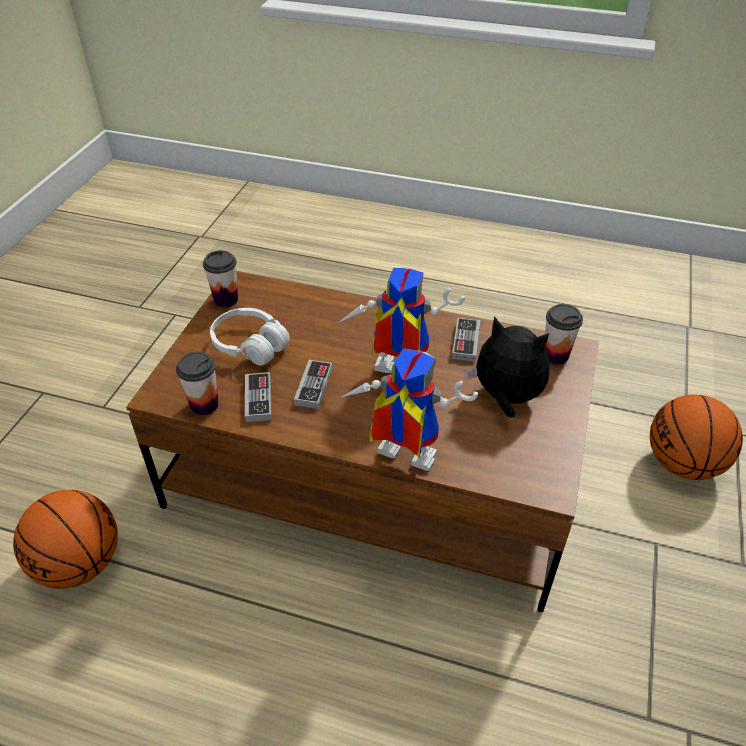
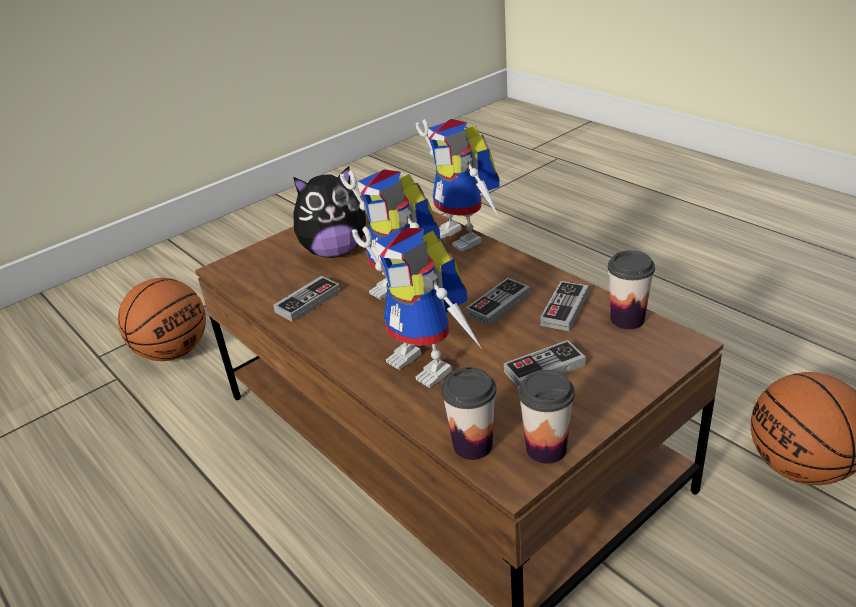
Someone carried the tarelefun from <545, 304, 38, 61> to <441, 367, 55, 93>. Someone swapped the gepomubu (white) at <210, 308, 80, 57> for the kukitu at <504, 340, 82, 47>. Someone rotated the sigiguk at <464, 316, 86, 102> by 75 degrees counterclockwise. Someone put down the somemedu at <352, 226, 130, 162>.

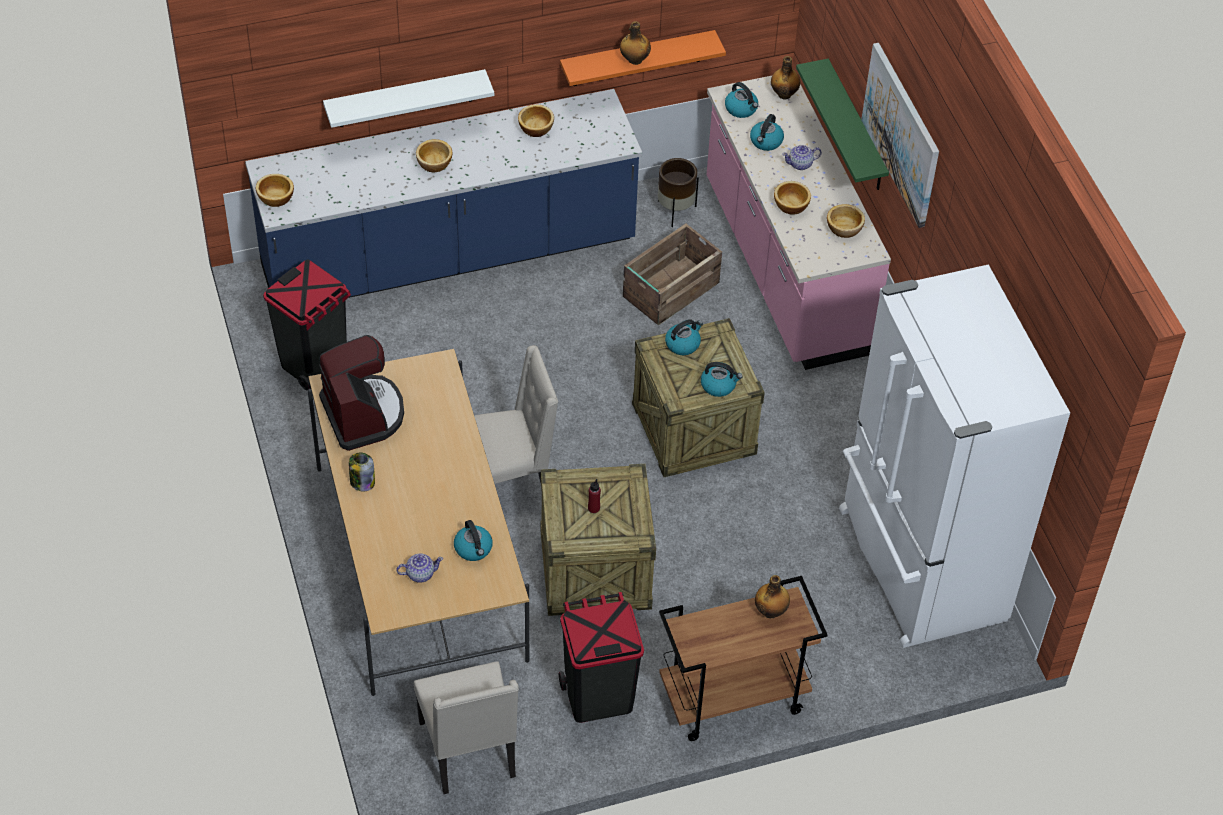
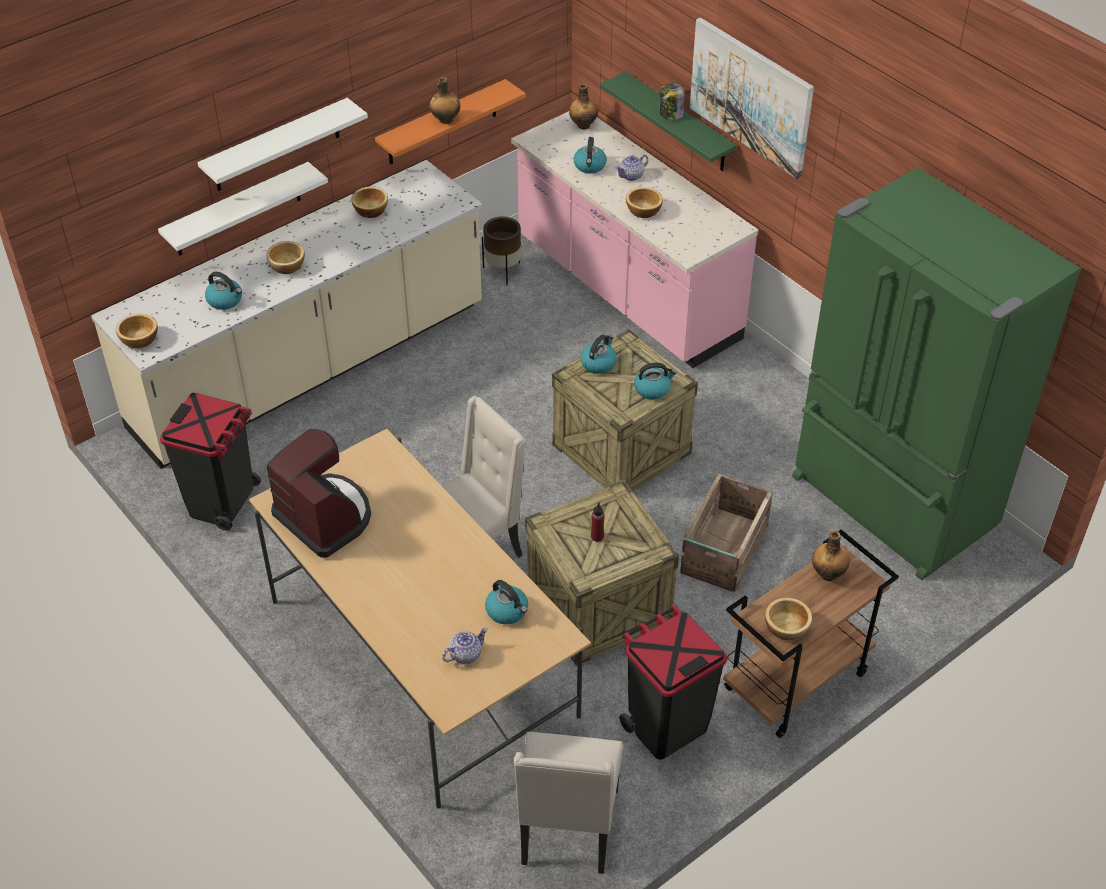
Someone carried the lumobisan from <725, 82, 33, 36> to <205, 272, 37, 38>. Someone repainted the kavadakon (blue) at <245, 89, 397, 209>, which became the kavadakon (beige) at <91, 160, 391, 309>. Someone carried the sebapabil from <827, 204, 38, 34> to <765, 597, 47, 43>. Someone carried the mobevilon from <623, 224, 99, 102> to <680, 473, 93, 119>. Someone repainted the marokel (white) at <839, 264, 231, 384>, which became the marokel (green) at <792, 168, 289, 412>. Someone carried the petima from <349, 453, 26, 39> to <660, 83, 24, 37>. Someone rotated the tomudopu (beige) at <414, 661, 105, 133> by 45 degrees clockwise. Someone put up the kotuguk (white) at <197, 98, 171, 93>.

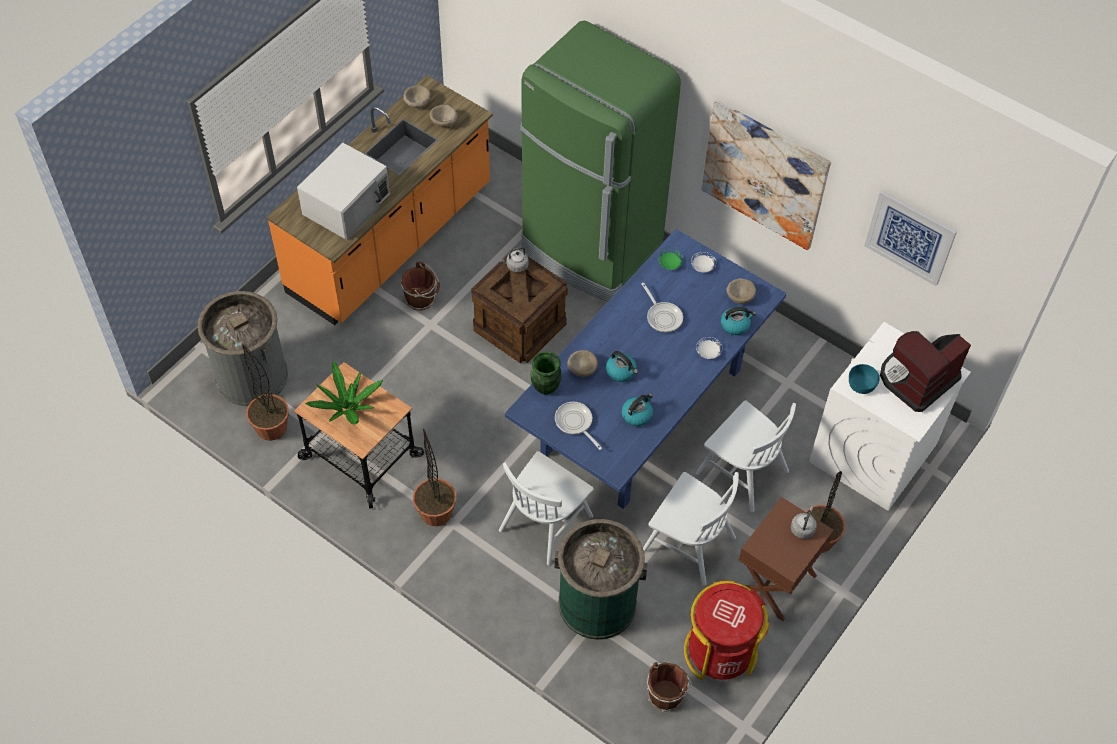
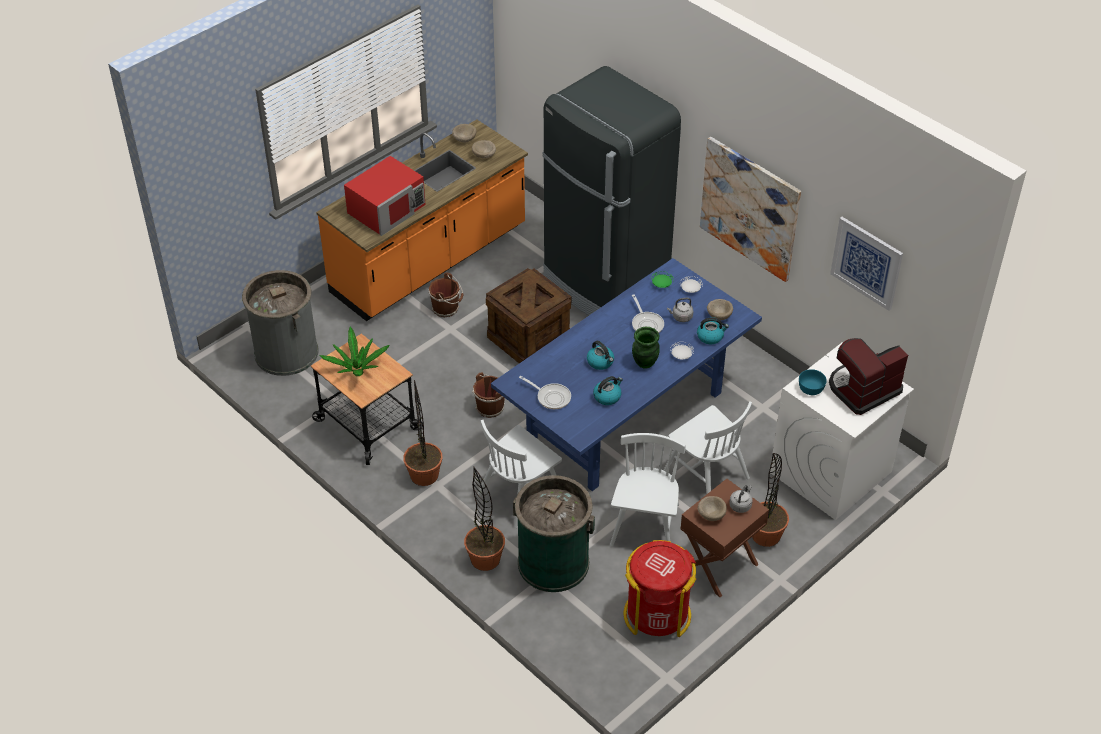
Someone repainted the marokel (green) at <520, 20, 161, 282>, which became the marokel (black) at <543, 66, 138, 249>. Someone repainted the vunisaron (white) at <297, 143, 93, 98>, which became the vunisaron (red) at <344, 156, 82, 80>. Someone carried the lumobisan (grey) from <500, 247, 29, 26> to <667, 298, 26, 24>. Someone carried the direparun from <242, 343, 47, 98> to <464, 467, 41, 104>. Someone carried the sebapabil (beige) from <567, 350, 31, 27> to <698, 496, 29, 25>. Someone carried the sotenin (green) from <531, 351, 31, 44> to <632, 327, 28, 42>. Someone rotated the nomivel at <555, 402, 47, 48> by 150 degrees clockwise. Someone rotated the tomudopu (white) at <643, 472, 96, 114> by 120 degrees counterclockwise. Someone carried the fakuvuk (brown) from <647, 661, 45, 51> to <472, 372, 33, 46>.

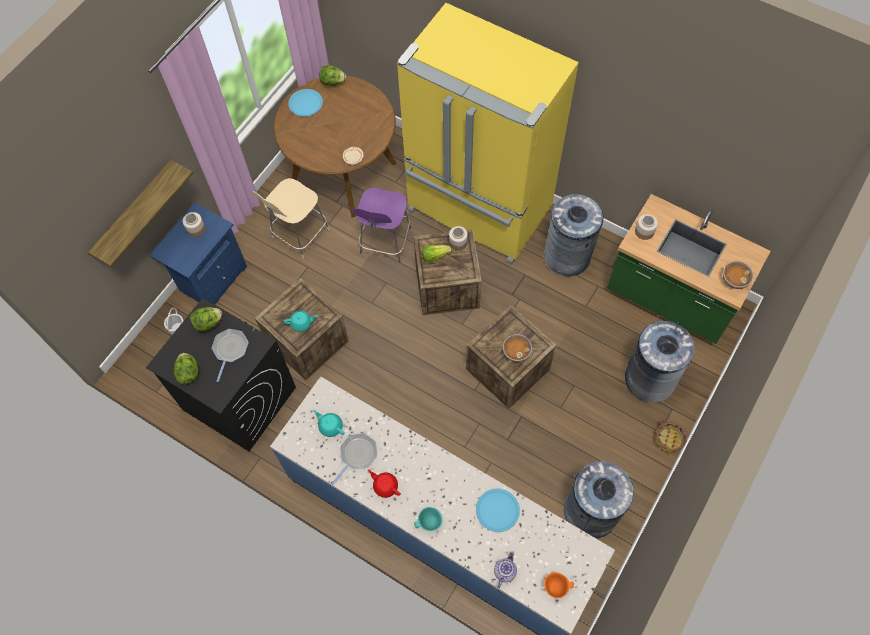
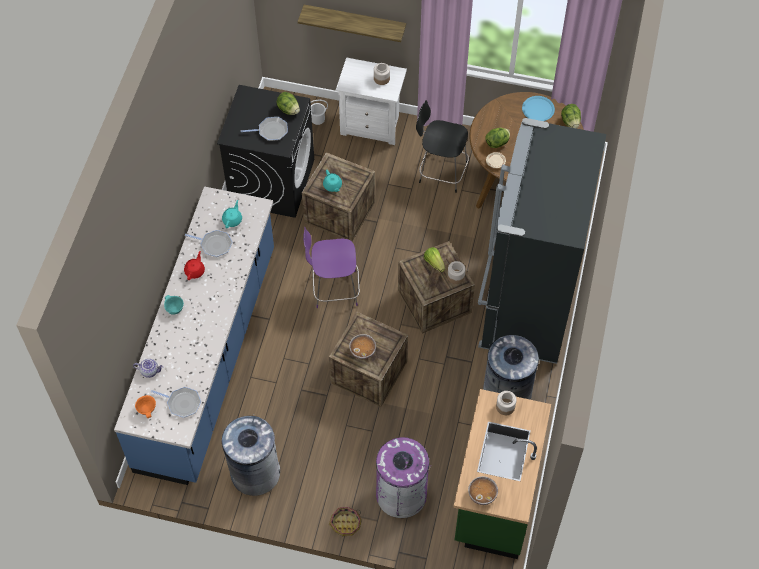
Someone repainted the marokel (yellow) at <397, 3, 182, 262>, which became the marokel (black) at <478, 118, 128, 246>. Someone repainted the tomudopu (beige) at <252, 178, 78, 80>, which became the tomudopu (black) at <416, 100, 53, 93>. Someone carried the tomudopu (purple) from <352, 188, 59, 75> to <303, 227, 57, 81>. Someone repainted the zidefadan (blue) at <150, 203, 97, 101>, which became the zidefadan (white) at <336, 57, 71, 88>. Someone repainted the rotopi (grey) at <625, 321, 70, 82>, which became the rotopi (purple) at <376, 437, 53, 81>. Someone carried the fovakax from <173, 353, 26, 31> to <485, 128, 25, 20>. Someone took away the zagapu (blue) at <476, 489, 44, 43>. Someone put down the nomivel at <151, 387, 50, 31>.

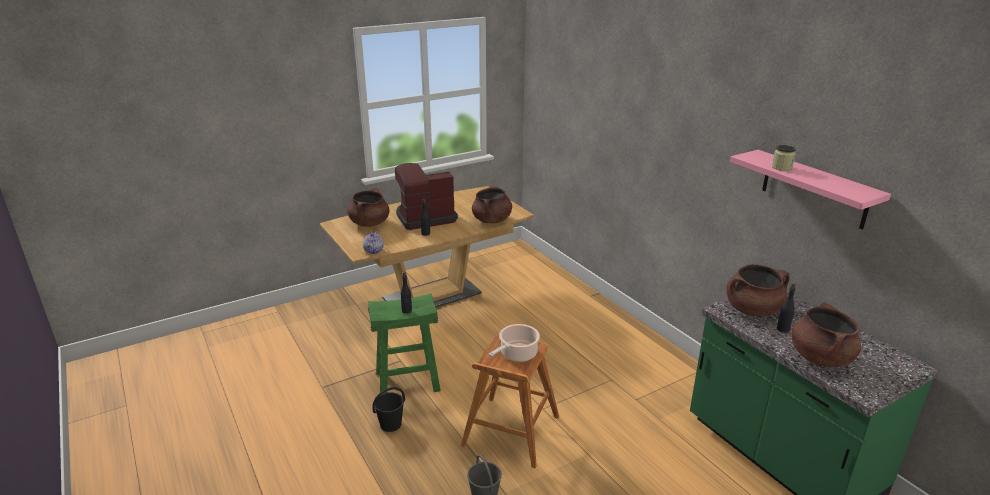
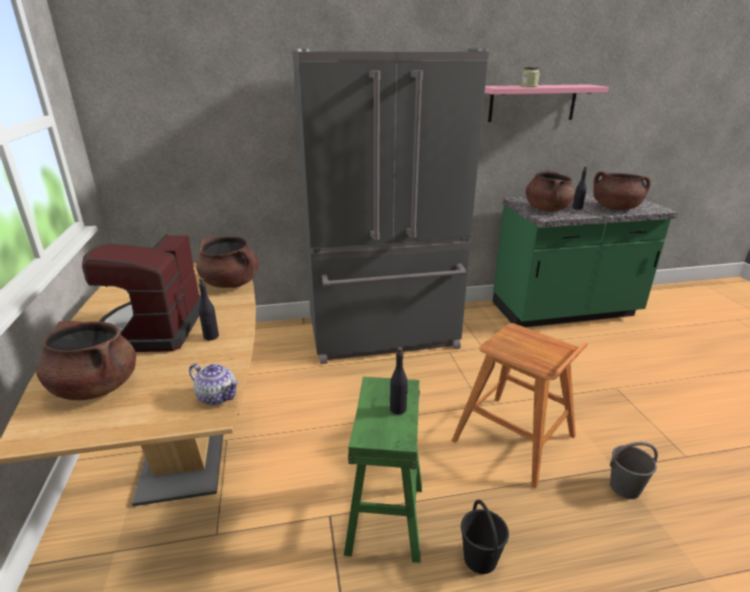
Someone took away the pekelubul at <488, 324, 52, 38>. Someone put down the marokel (grey) at <292, 48, 197, 316>.

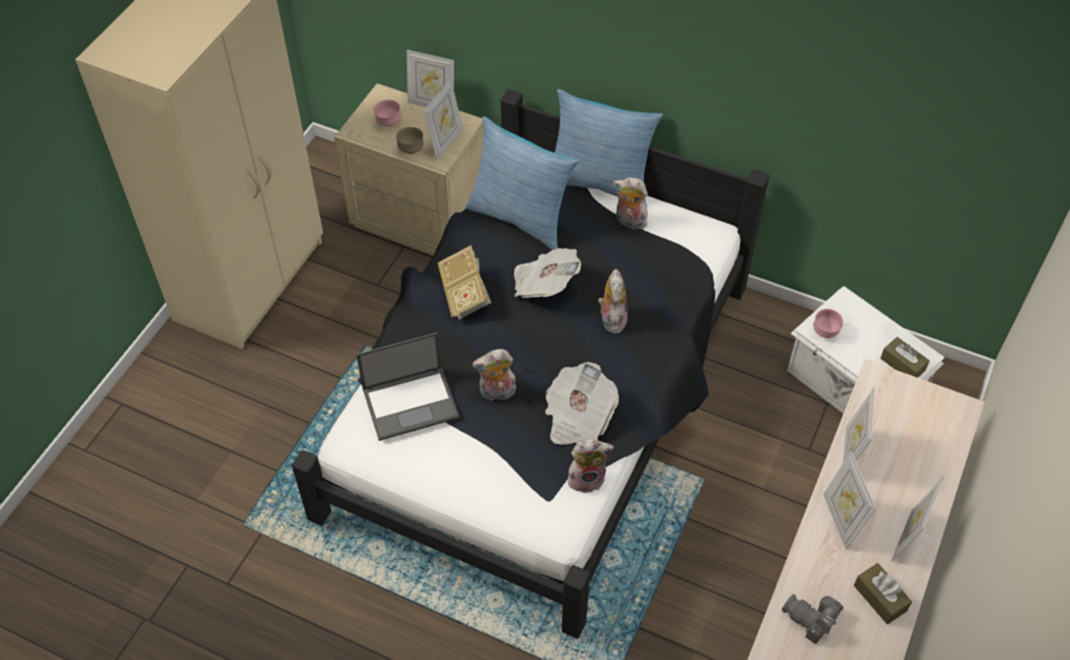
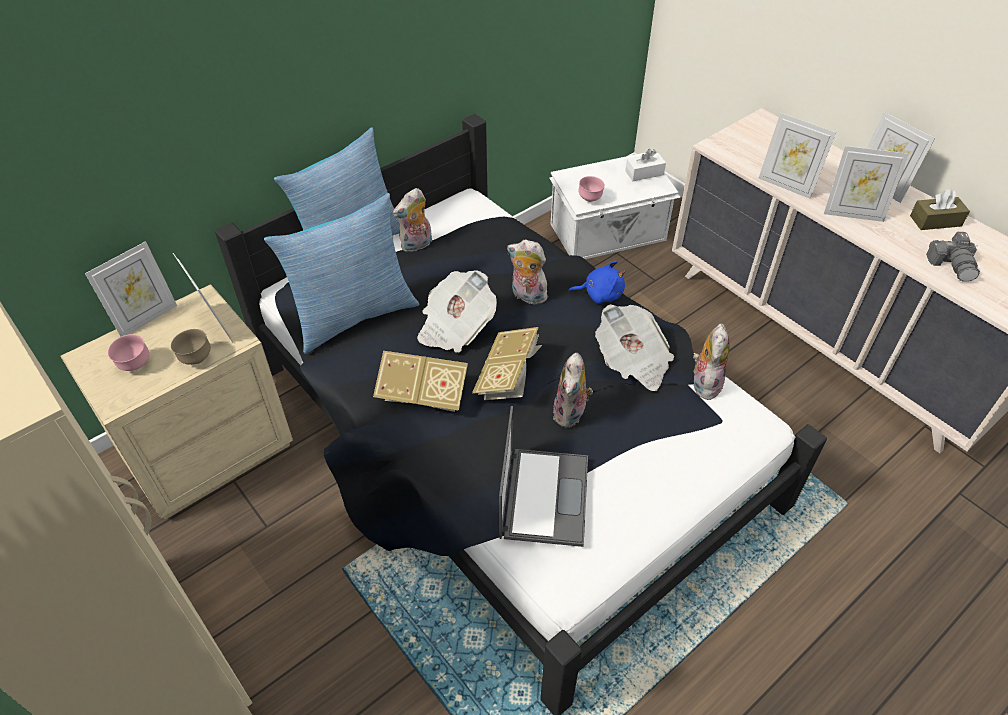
Someone repainted the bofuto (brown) at <880, 337, 50, 41>, which became the bofuto (white) at <625, 149, 41, 32>. Someone rotated the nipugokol at <782, 594, 61, 50> by 60 degrees counterclockwise. Someone put down the sigiguk (blue) at <568, 261, 58, 43>. Someone put down the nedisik at <472, 327, 70, 73>.

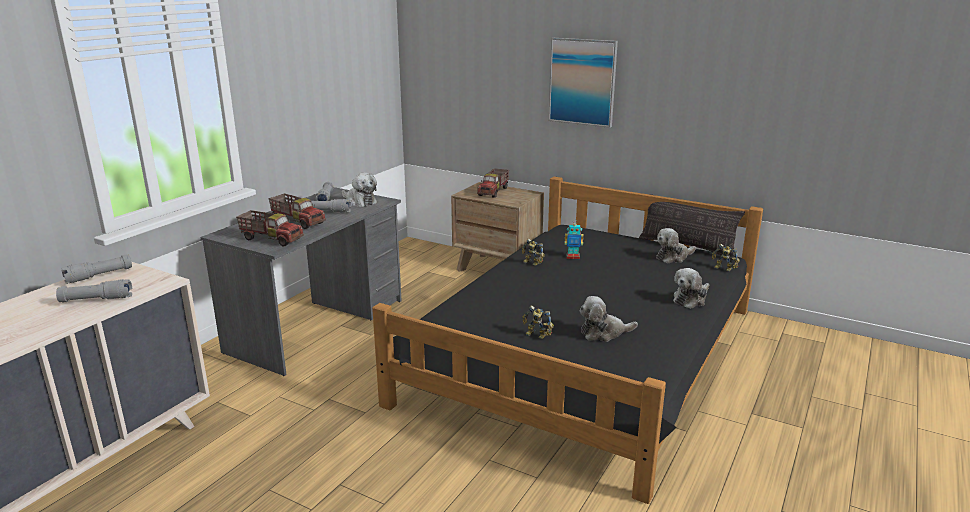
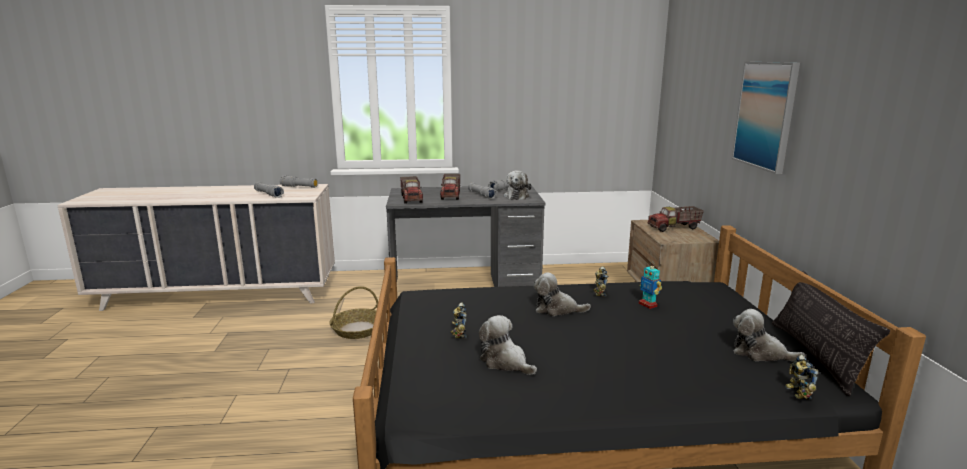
Someone carried the sigiguk from <673, 268, 36, 41> to <533, 272, 58, 44>. Someone put down the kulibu at <329, 286, 49, 53>.

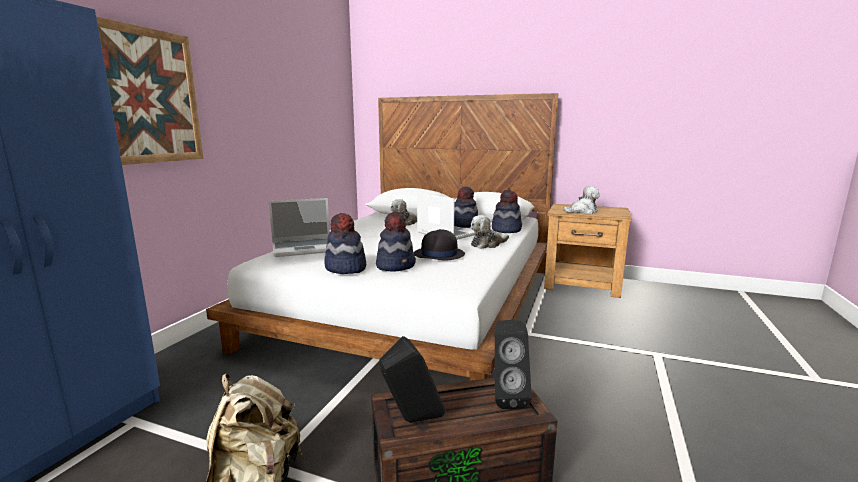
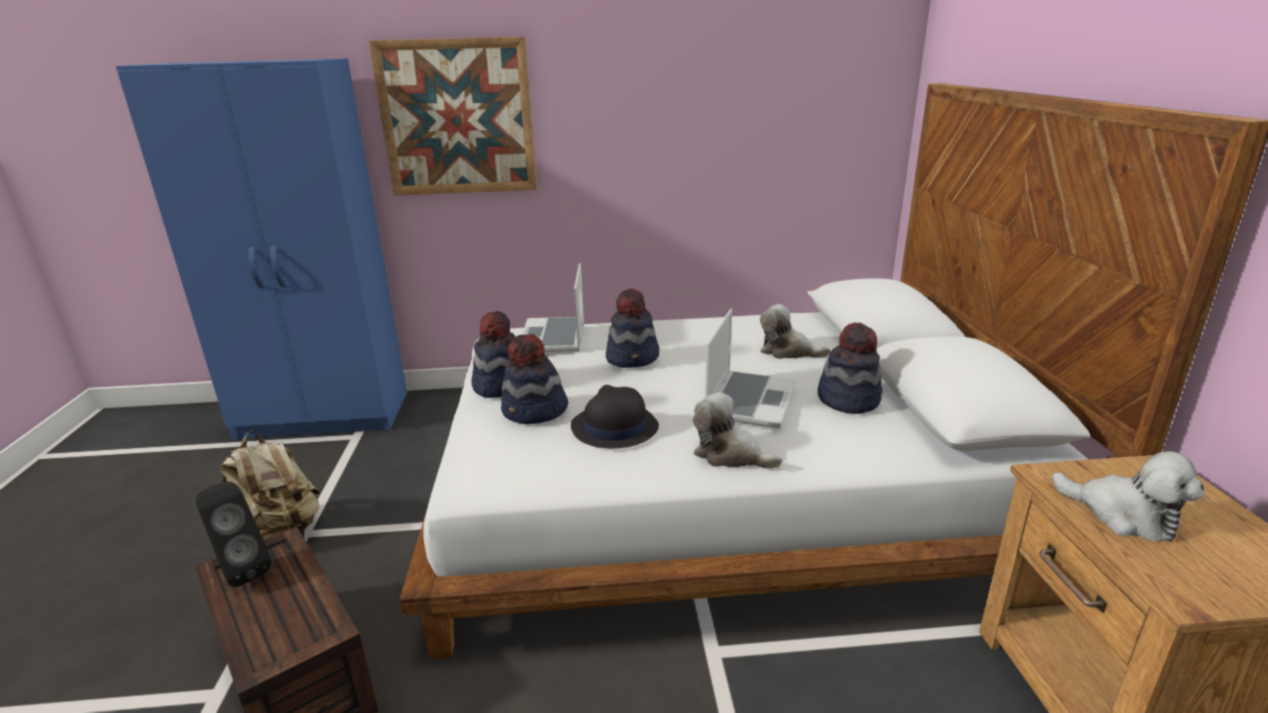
Someone carried the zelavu from <492, 189, 30, 44> to <606, 288, 53, 80>. Someone rotated the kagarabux at <269, 198, 61, 59> by 45 degrees clockwise. Someone took away the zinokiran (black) at <495, 320, 37, 89>.

